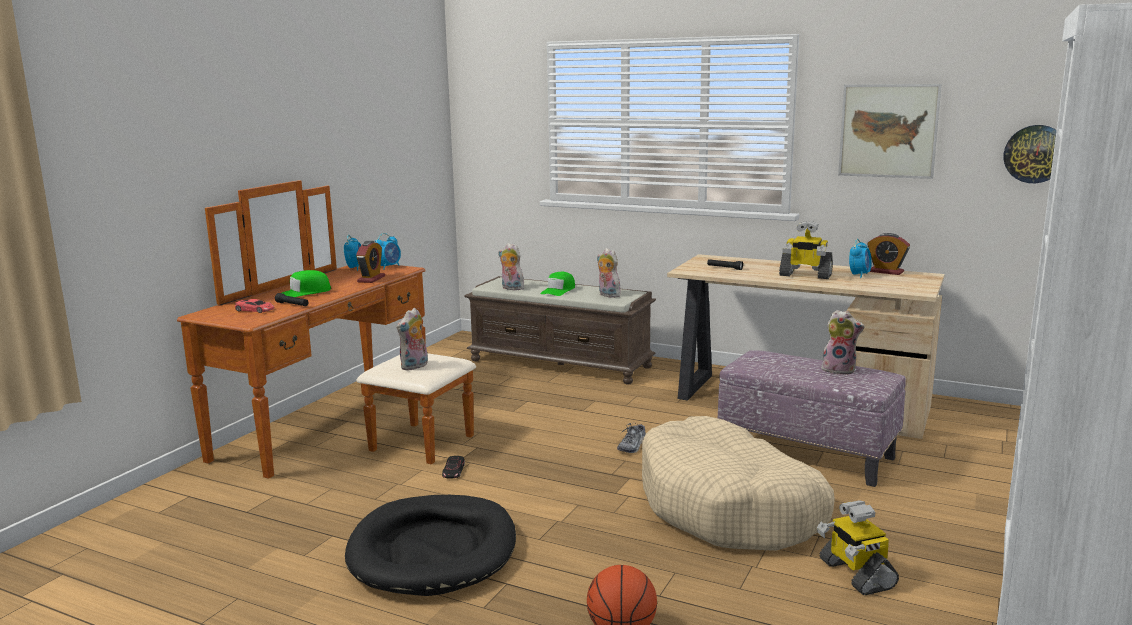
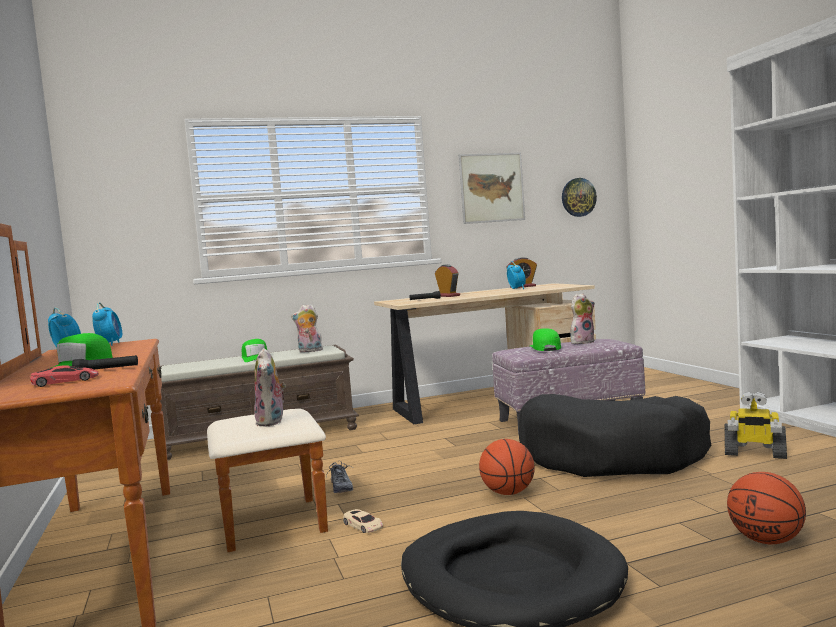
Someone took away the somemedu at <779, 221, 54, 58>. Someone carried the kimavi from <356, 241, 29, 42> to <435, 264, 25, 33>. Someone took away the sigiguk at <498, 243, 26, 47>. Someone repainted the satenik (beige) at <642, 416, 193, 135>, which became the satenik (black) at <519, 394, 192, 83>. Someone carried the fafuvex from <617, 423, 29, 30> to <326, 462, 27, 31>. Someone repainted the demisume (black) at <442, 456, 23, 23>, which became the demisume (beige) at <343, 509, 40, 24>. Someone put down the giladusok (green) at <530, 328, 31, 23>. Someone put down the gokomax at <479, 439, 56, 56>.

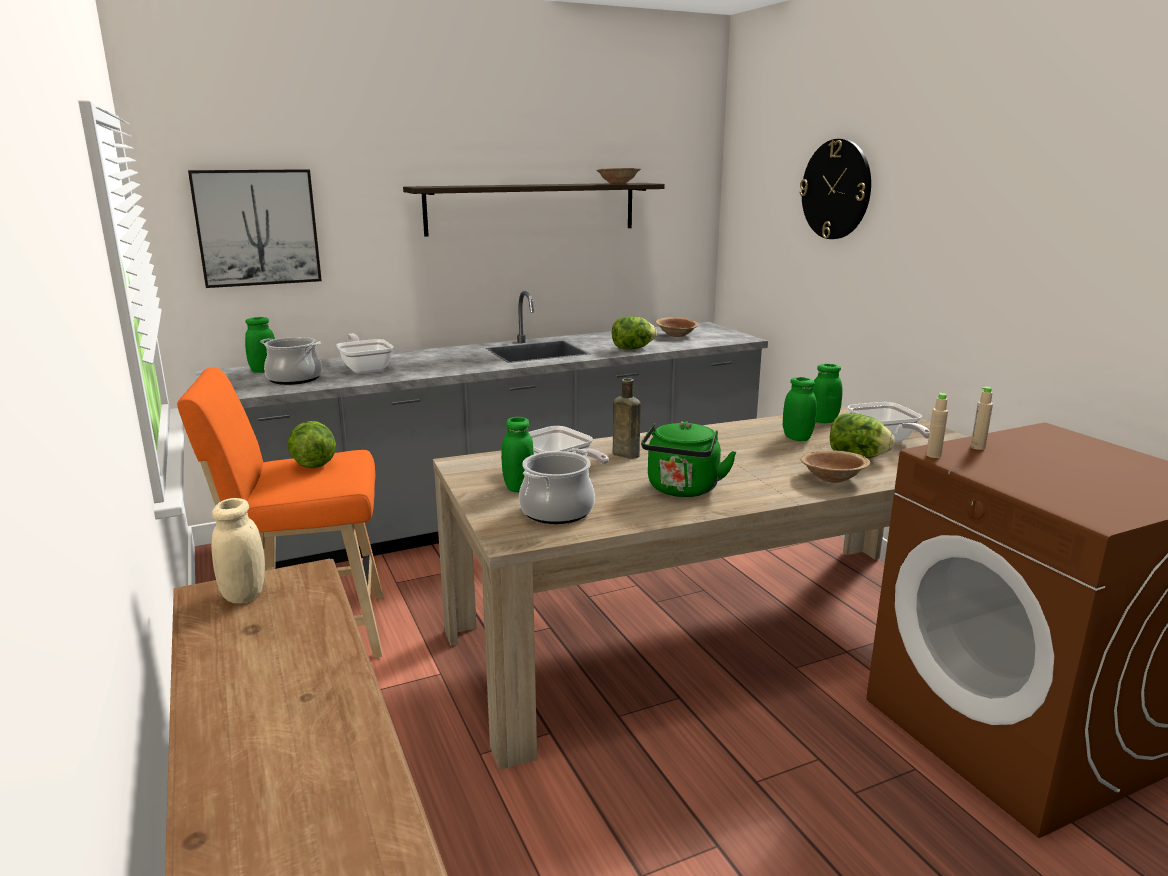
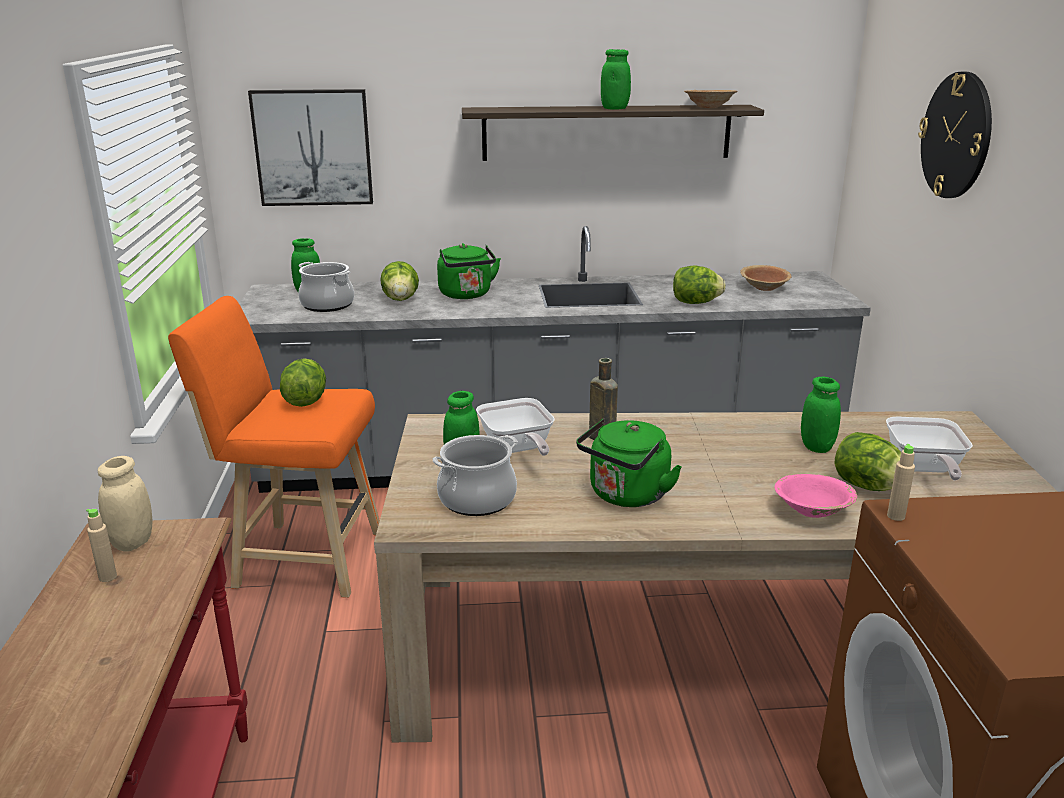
Someone swapped the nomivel at <336, 334, 58, 40> for the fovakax at <380, 261, 39, 40>. Someone carried the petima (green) from <813, 364, 29, 59> to <601, 49, 30, 60>. Someone carried the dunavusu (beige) from <971, 387, 22, 63> to <86, 509, 31, 73>. Someone repainted the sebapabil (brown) at <800, 450, 70, 33>, which became the sebapabil (pink) at <775, 474, 82, 44>. Someone put down the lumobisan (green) at <437, 243, 64, 56>.

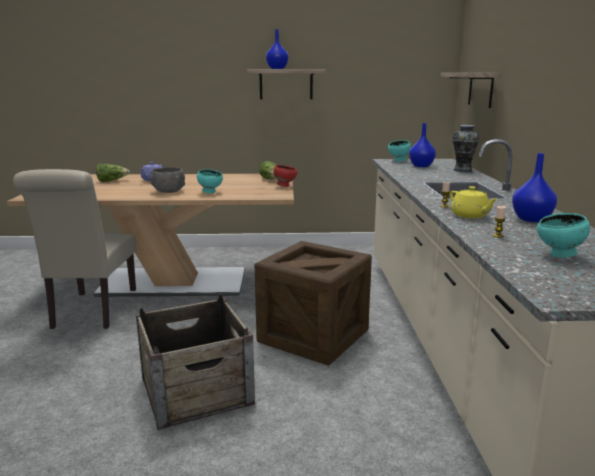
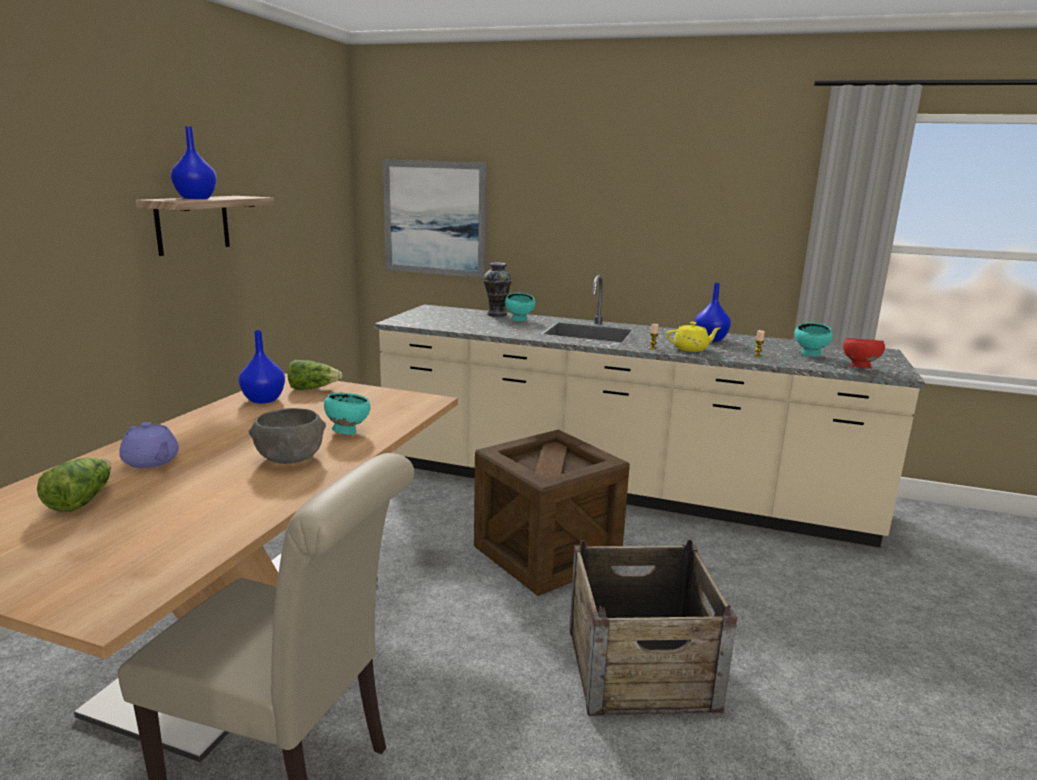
Someone swapped the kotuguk at <440, 73, 60, 35> for the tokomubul at <383, 160, 104, 118>. Someone carried the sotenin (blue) from <409, 123, 27, 44> to <238, 330, 47, 74>. Someone carried the sebapabil (turquoise) from <388, 140, 23, 22> to <505, 293, 30, 29>. Someone carried the sebapabil (red) from <273, 165, 24, 22> to <843, 338, 42, 31>.

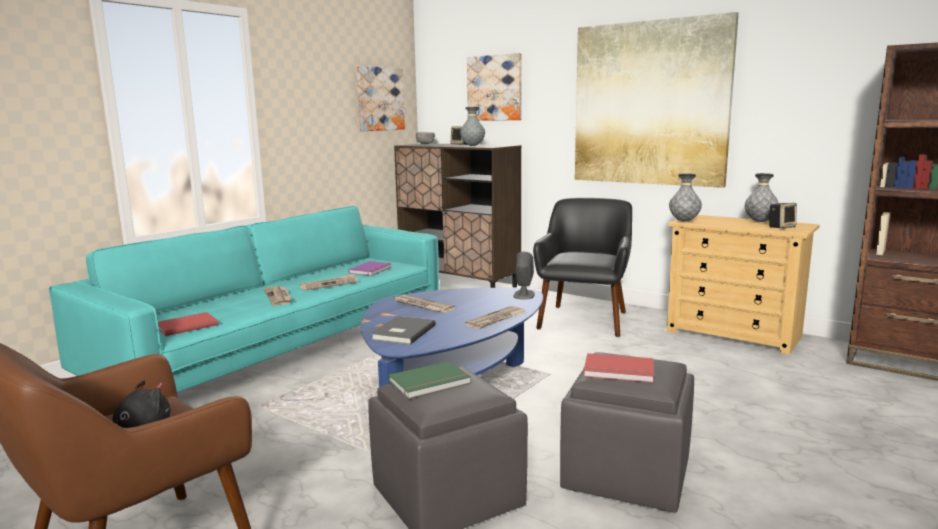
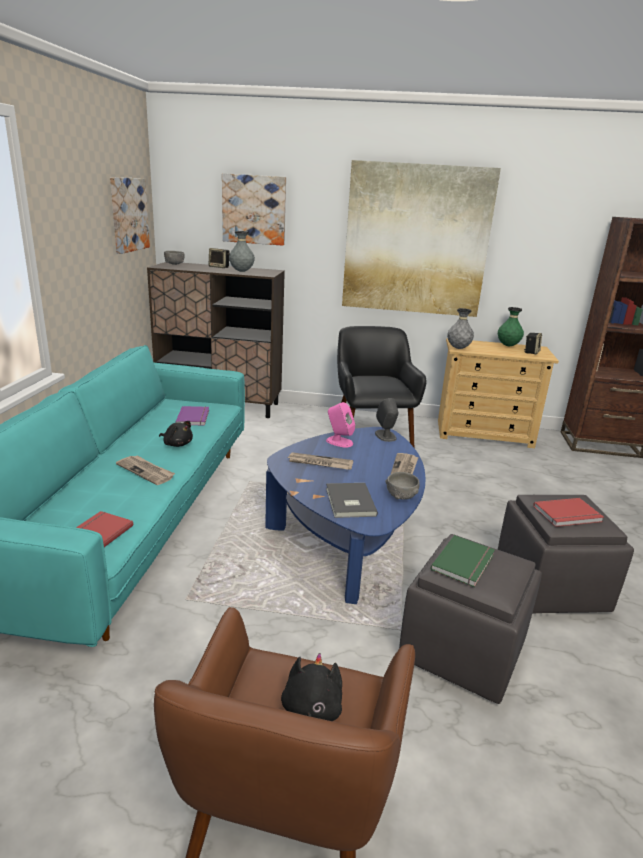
Someone repainted the sotenin (grey) at <745, 173, 34, 49>, which became the sotenin (green) at <498, 307, 26, 39>. Someone swapped the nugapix at <300, 274, 58, 17> for the sigiguk (black) at <159, 421, 34, 26>. Someone put down the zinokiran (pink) at <326, 402, 29, 46>. Someone put down the sebapabil (grey) at <385, 472, 35, 28>.

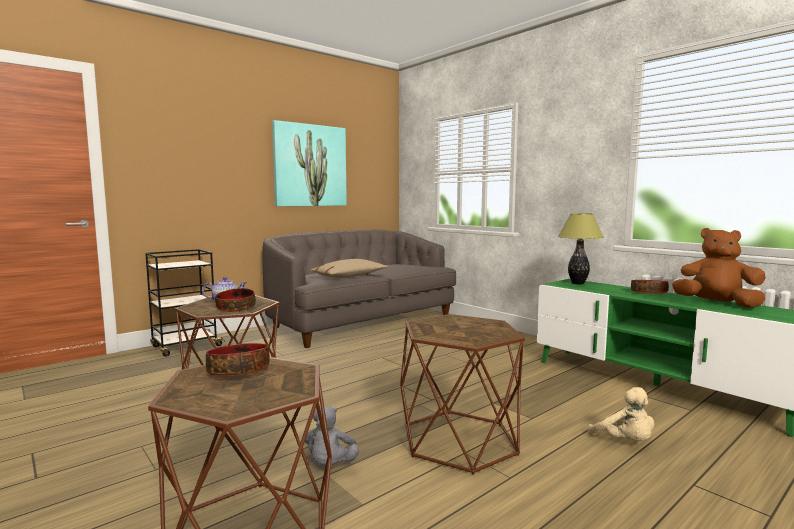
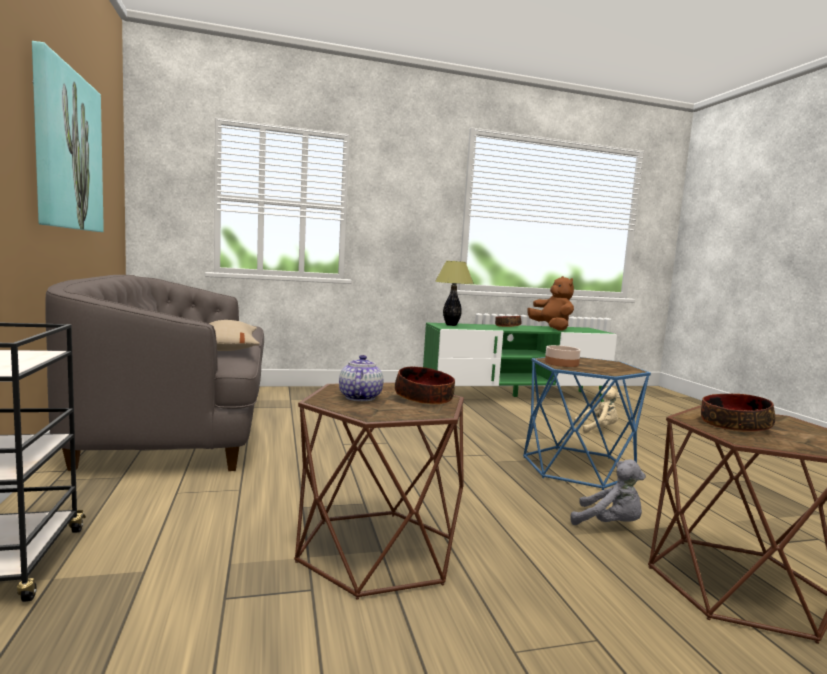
Someone rotated the sigiguk (brown) at <672, 228, 94, 80> by 105 degrees clockwise. Someone repainted the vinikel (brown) at <400, 314, 125, 161>, which became the vinikel (blue) at <523, 357, 128, 133>. Someone put down the sebapabil at <545, 345, 36, 22>.

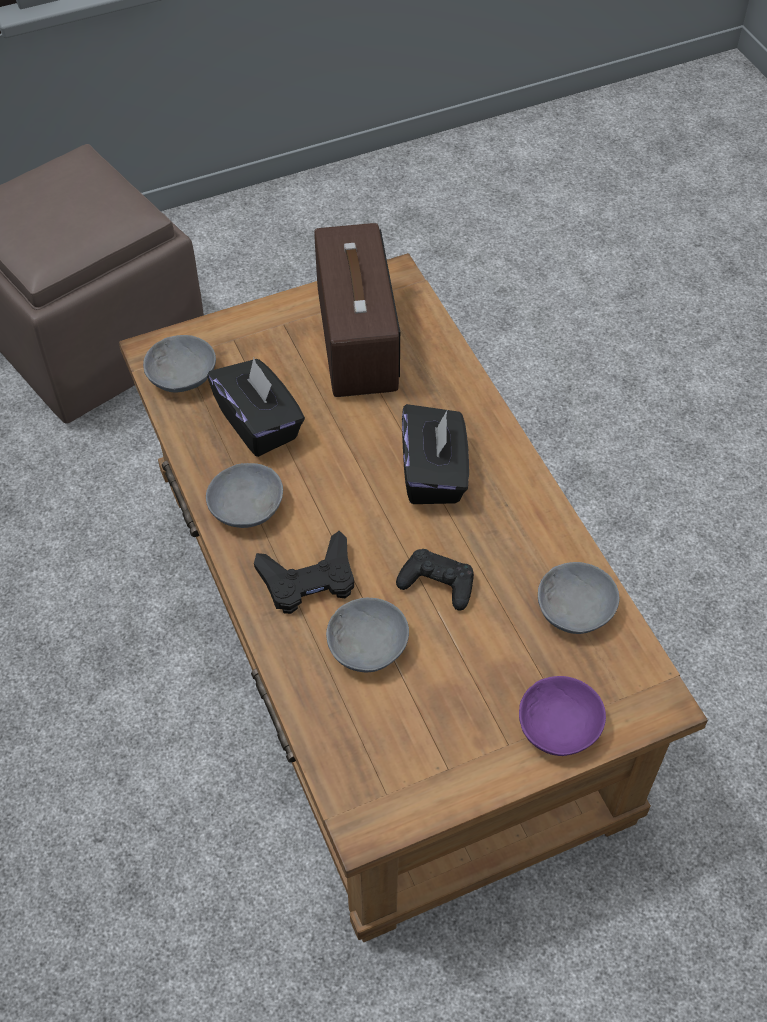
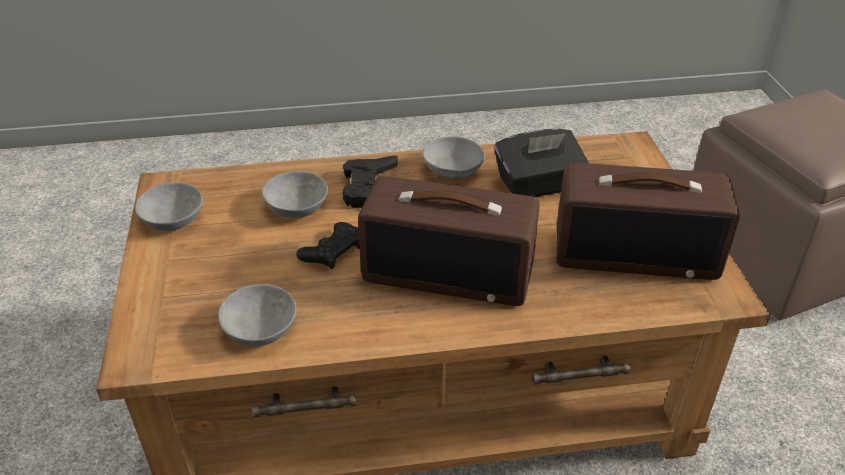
Someone carried the sebapabil (grey) from <143, 335, 73, 57> to <135, 182, 68, 49>. Someone swapped the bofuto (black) at <402, 404, 67, 100> for the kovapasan at <358, 176, 181, 130>. Someone took away the sebapabil (purple) at <519, 676, 87, 80>.

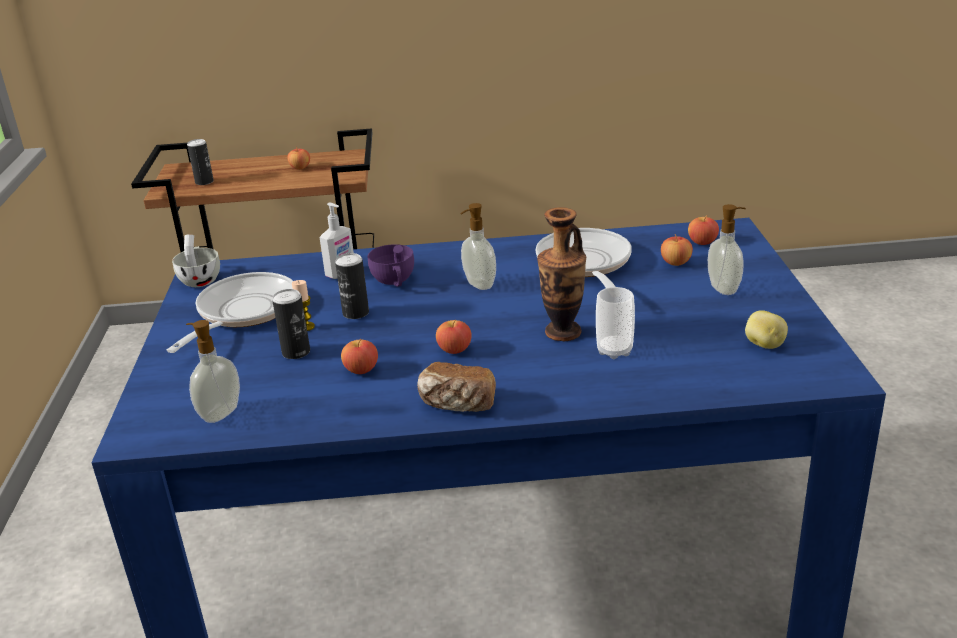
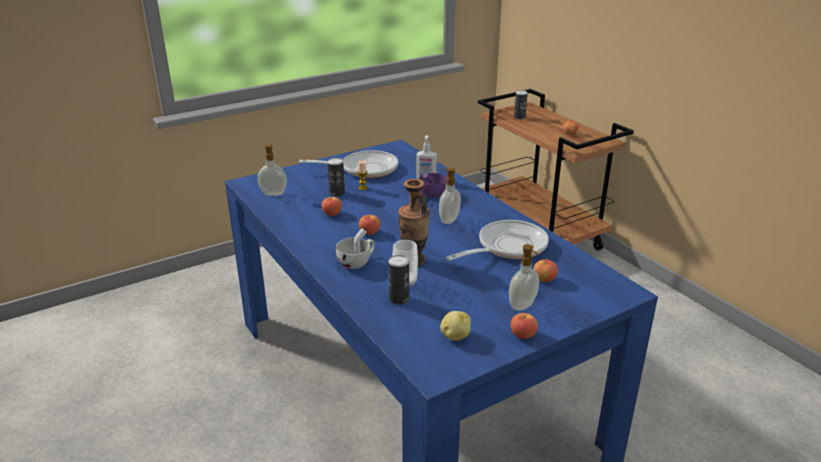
Someone carried the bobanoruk from <688, 215, 31, 30> to <510, 313, 28, 26>. Someone carried the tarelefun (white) from <172, 234, 48, 53> to <336, 228, 39, 41>. Someone carried the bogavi from <335, 253, 34, 66> to <389, 255, 20, 50>. Someone took away the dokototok at <417, 362, 79, 50>.

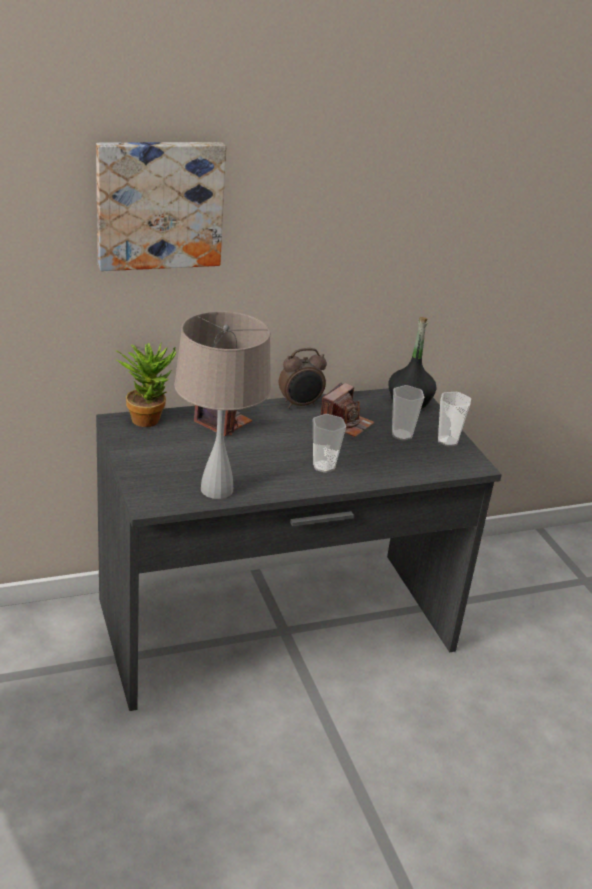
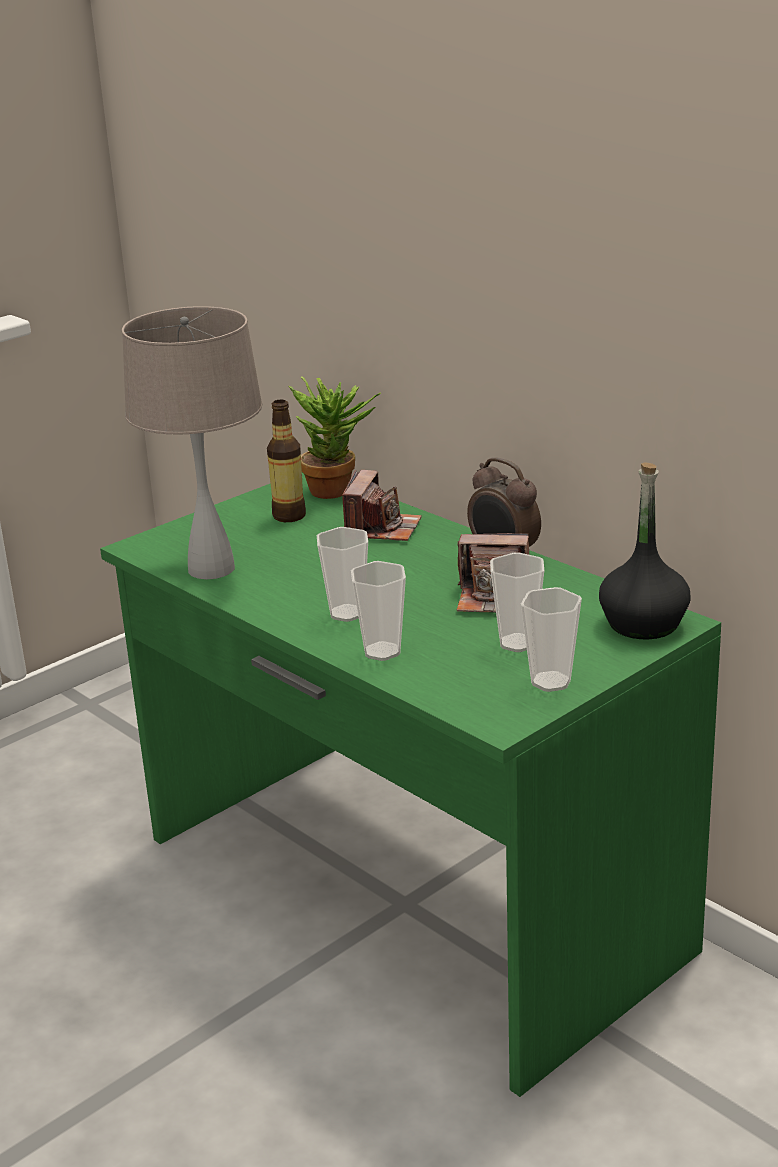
Someone took away the tokomubul at <96, 142, 131, 129>. Someone repainted the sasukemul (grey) at <96, 388, 406, 323>, which became the sasukemul (green) at <100, 473, 621, 624>. Someone put down the dunavusu at <267, 400, 39, 122>. Someone put down the tarelefun at <351, 561, 55, 100>.

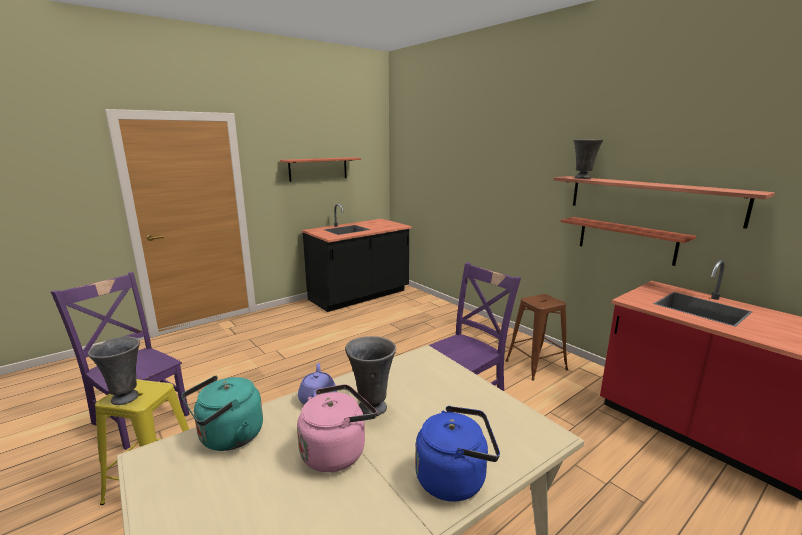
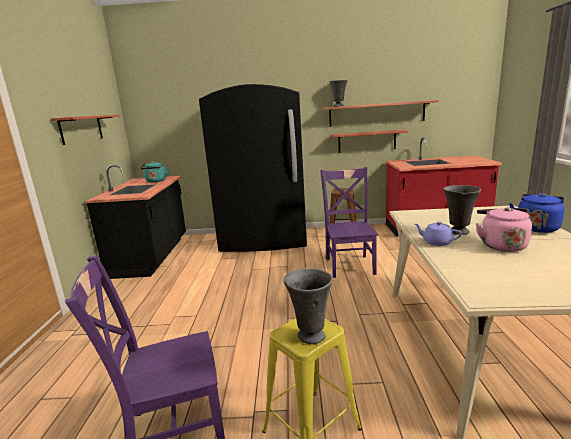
Someone carried the lumobisan (turquoise) from <181, 376, 82, 75> to <140, 161, 29, 22>. Someone put down the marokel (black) at <199, 84, 108, 168>.

